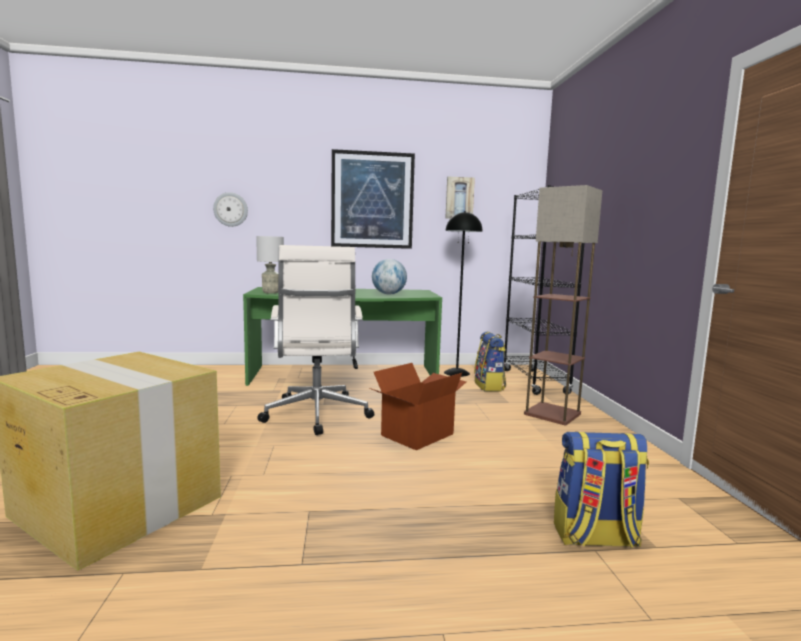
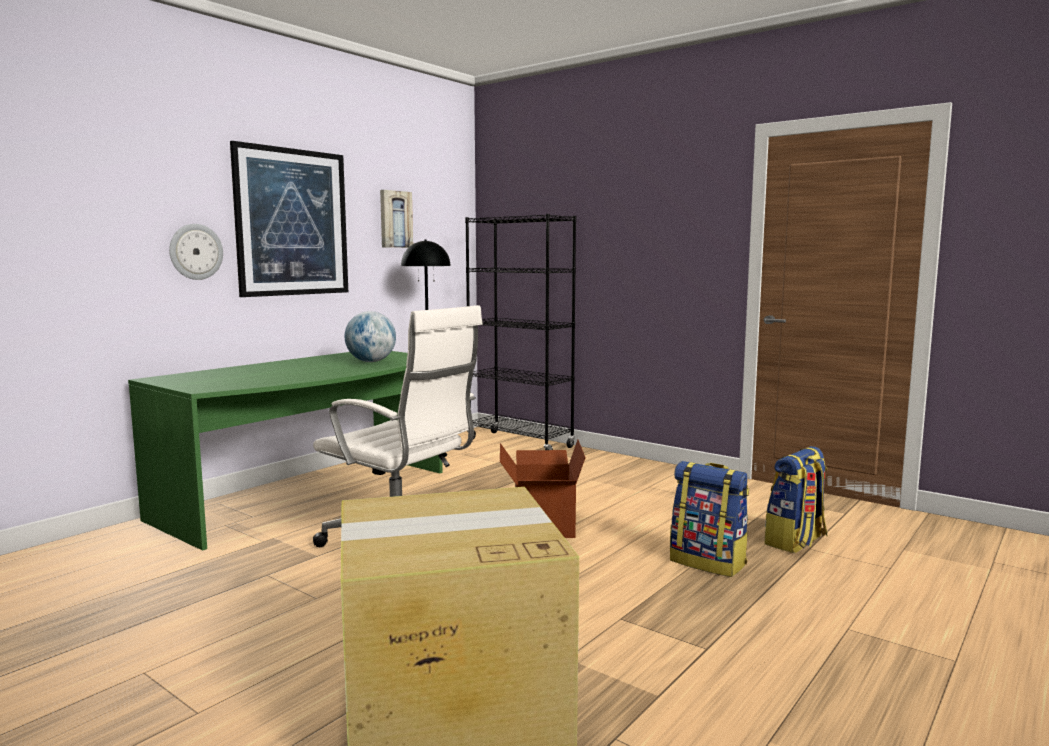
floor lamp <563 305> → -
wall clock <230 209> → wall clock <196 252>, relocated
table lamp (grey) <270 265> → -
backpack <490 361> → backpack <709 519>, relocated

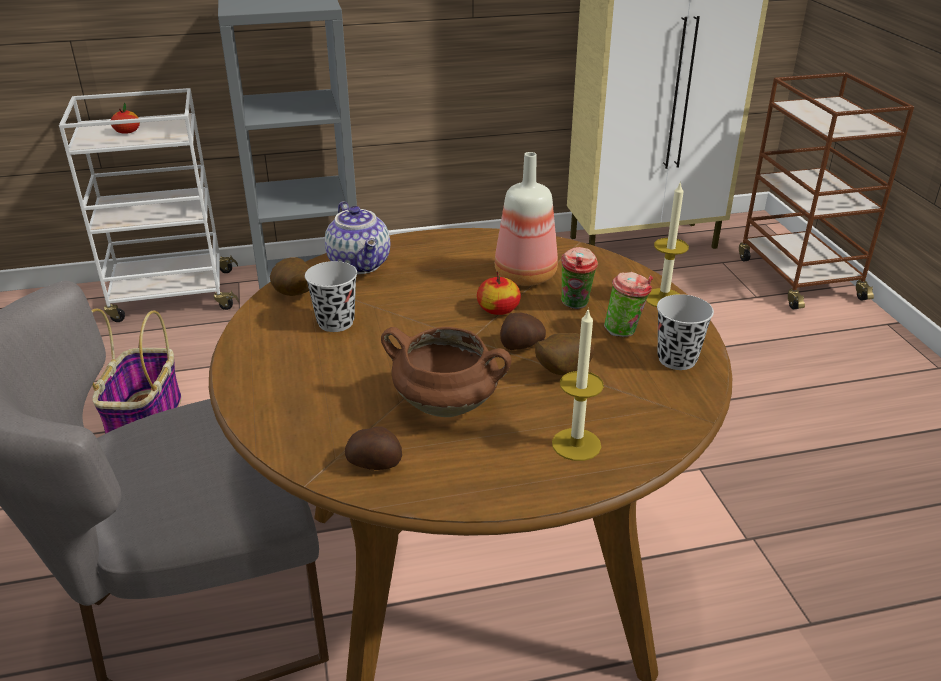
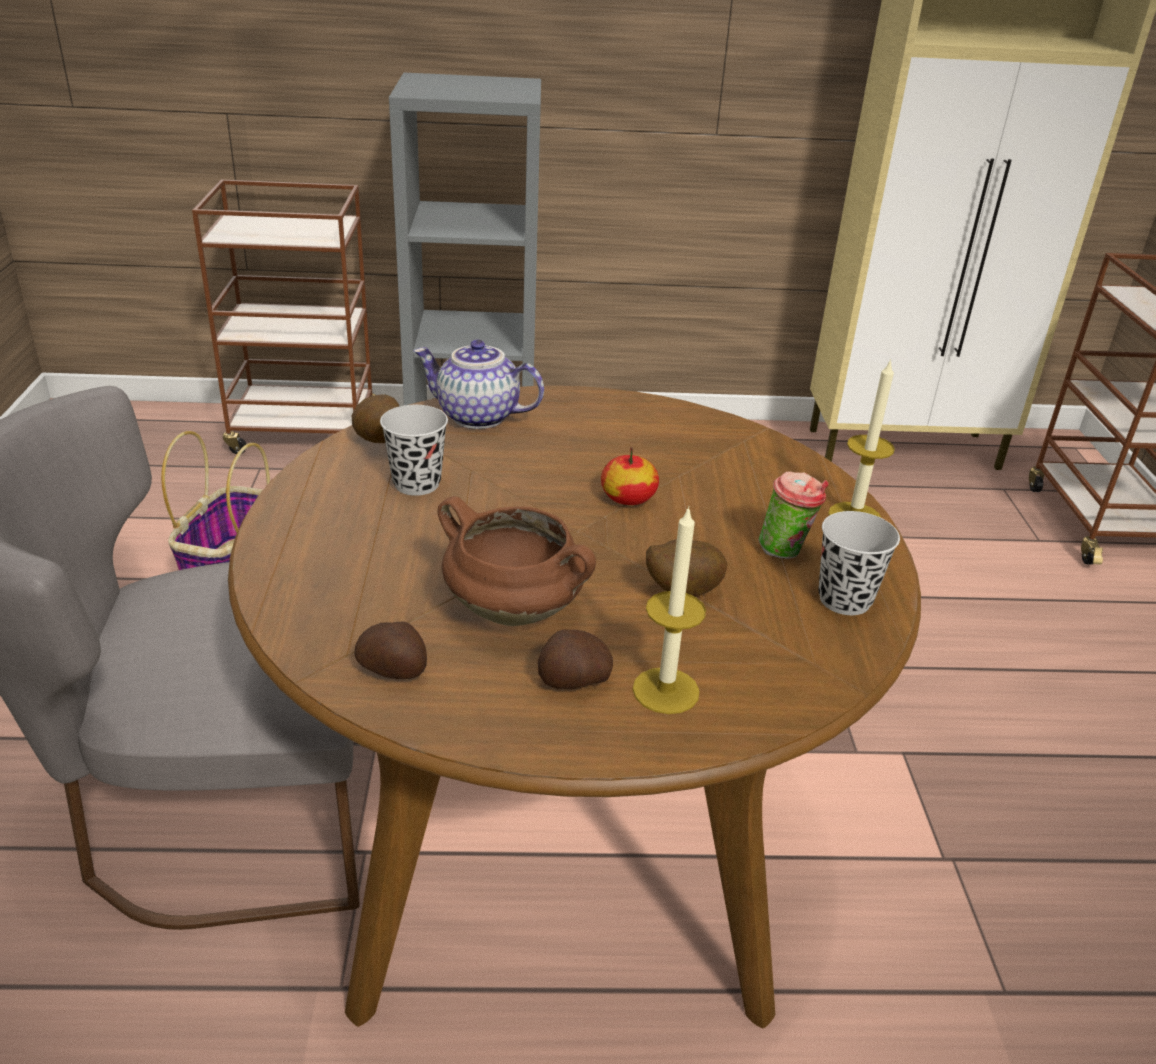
cart (white) <149 205> → cart (brown) <289 317>
apple <125 118> → -
bottle <526 219> → -
teapot <357 237> → teapot <478 384>, 120 degrees clockwise
cup <579 278> → -
potato <523 331> → potato <575 659>, relocated

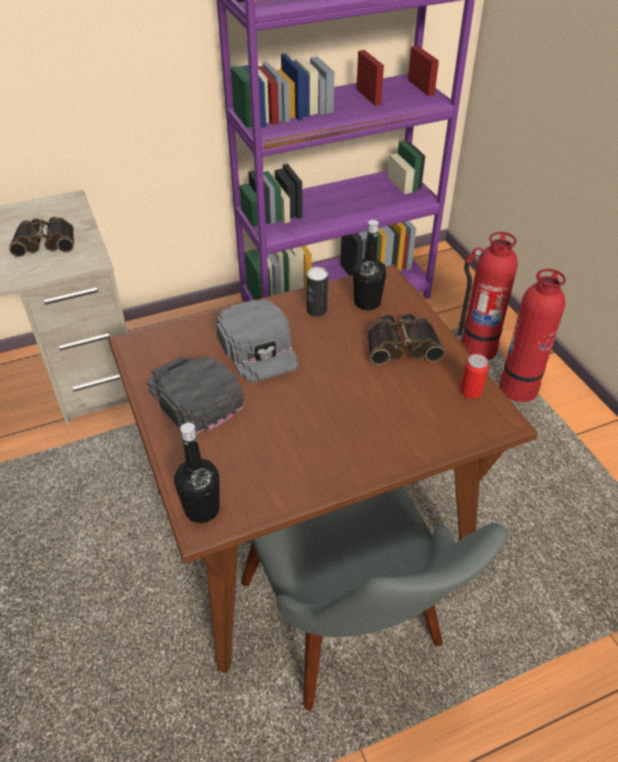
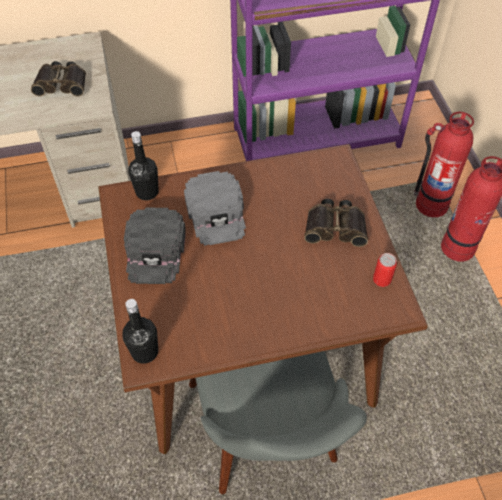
bottle (black) <369 265> → bottle (black) <143 165>, relocated
can <317 292> → -
cap (black) <195 395> → cap (black) <155 246>, 150 degrees counterclockwise

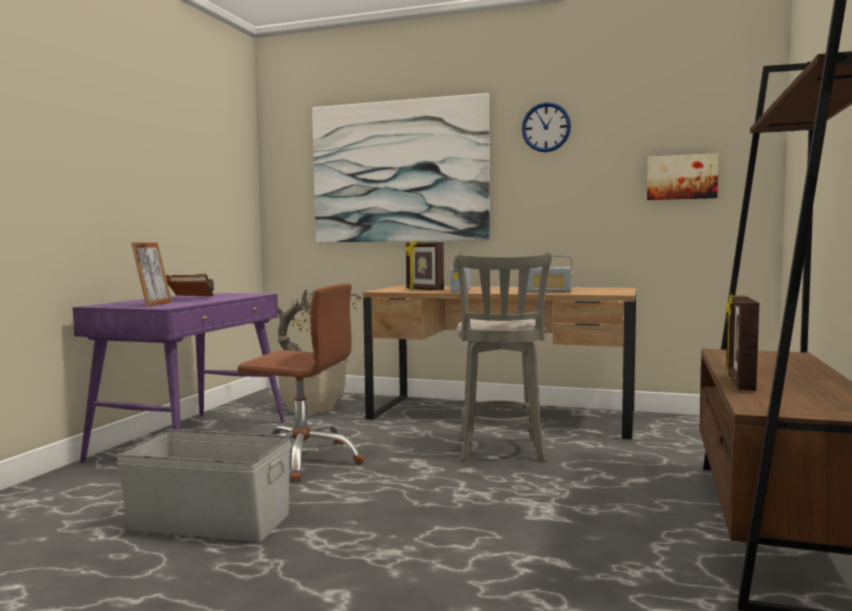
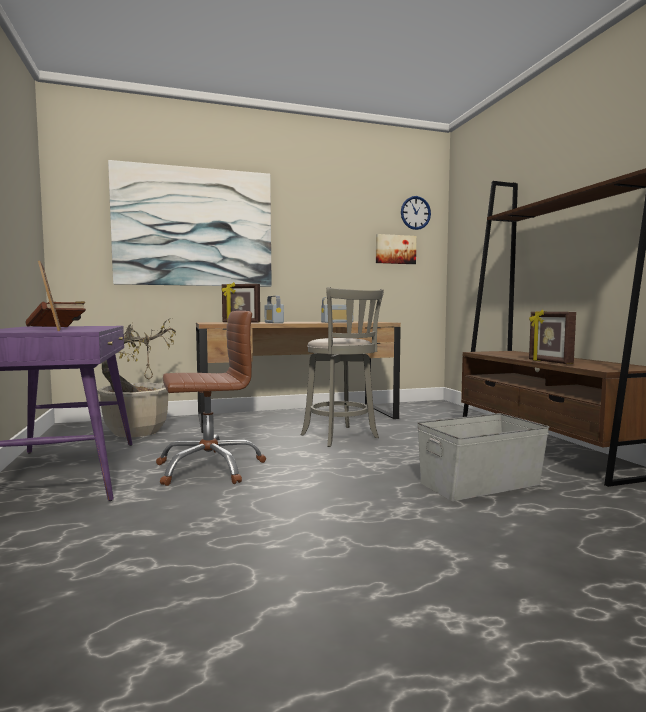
wall clock <546 127> → wall clock <416 213>, relocated
storage box (grey) <203 486> → storage box (grey) <483 457>, relocated

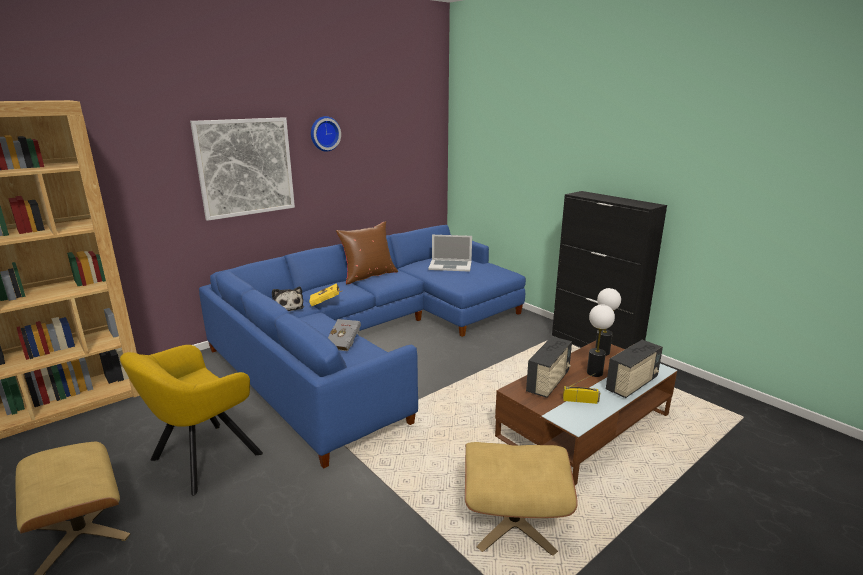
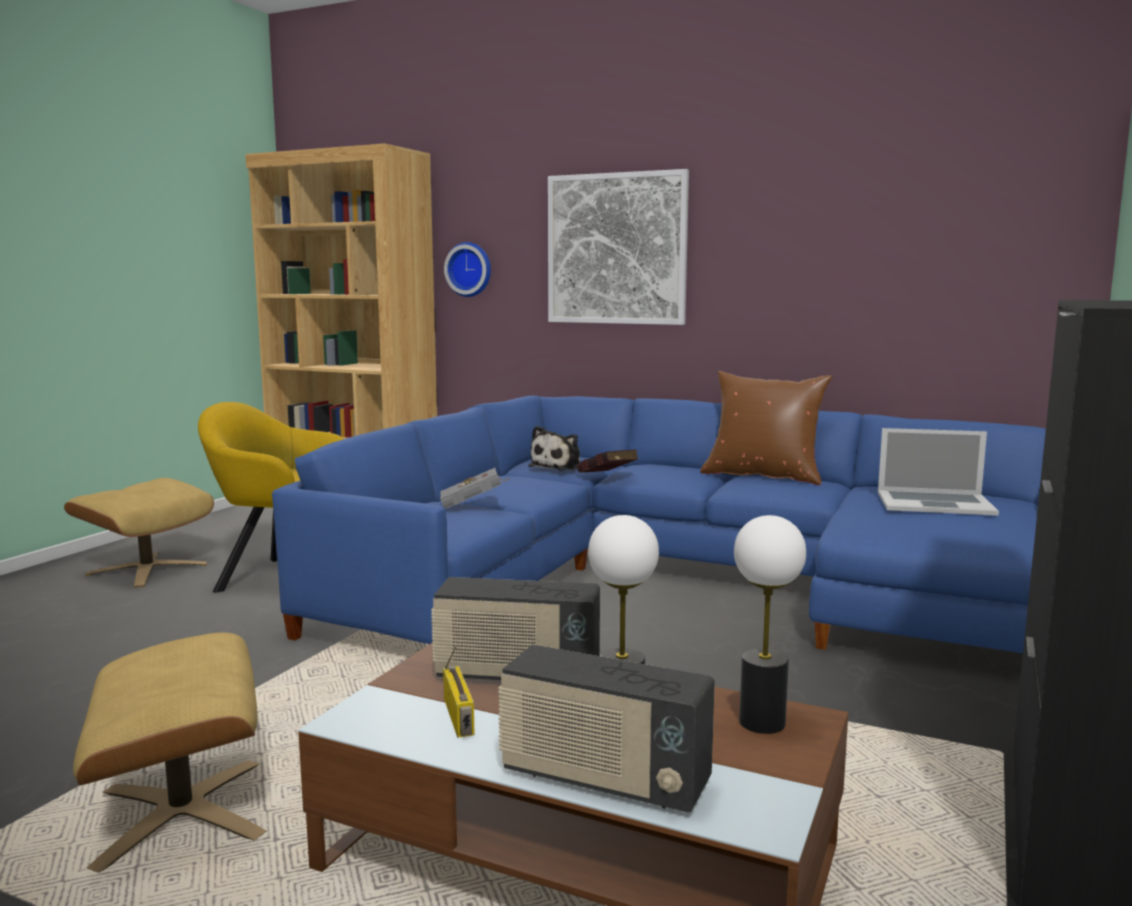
wall clock <326 134> → wall clock <467 269>, relocated
laptop <450 253> → laptop <938 472>, 60 degrees counterclockwise
book (yellow) <326 294> → book (red) <607 461>

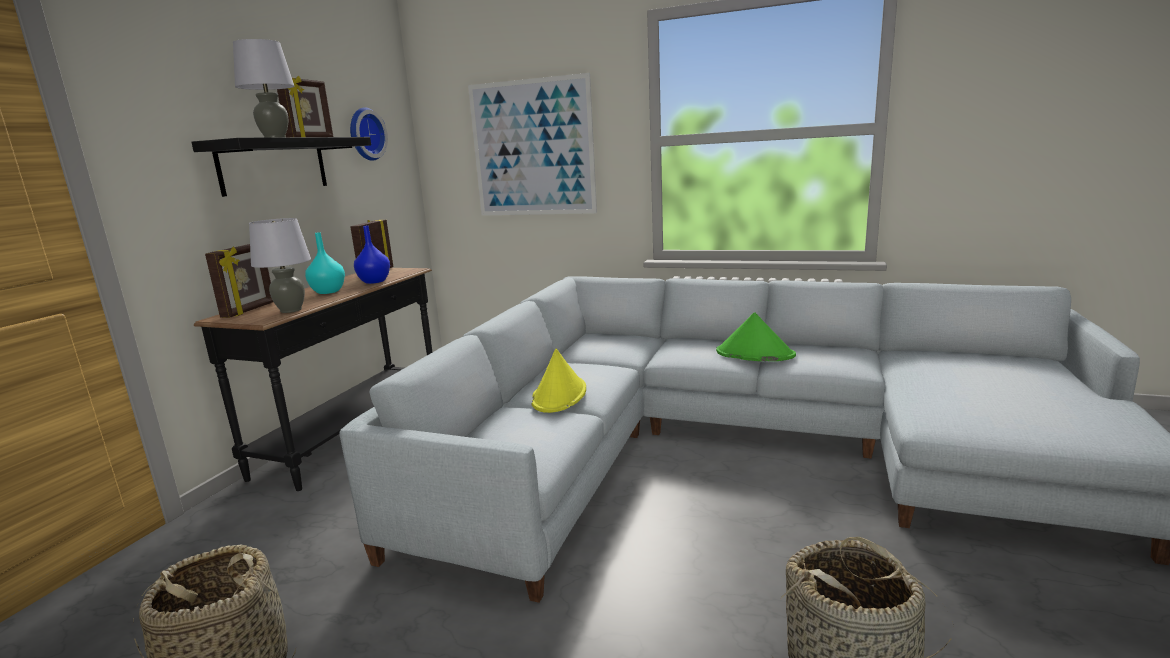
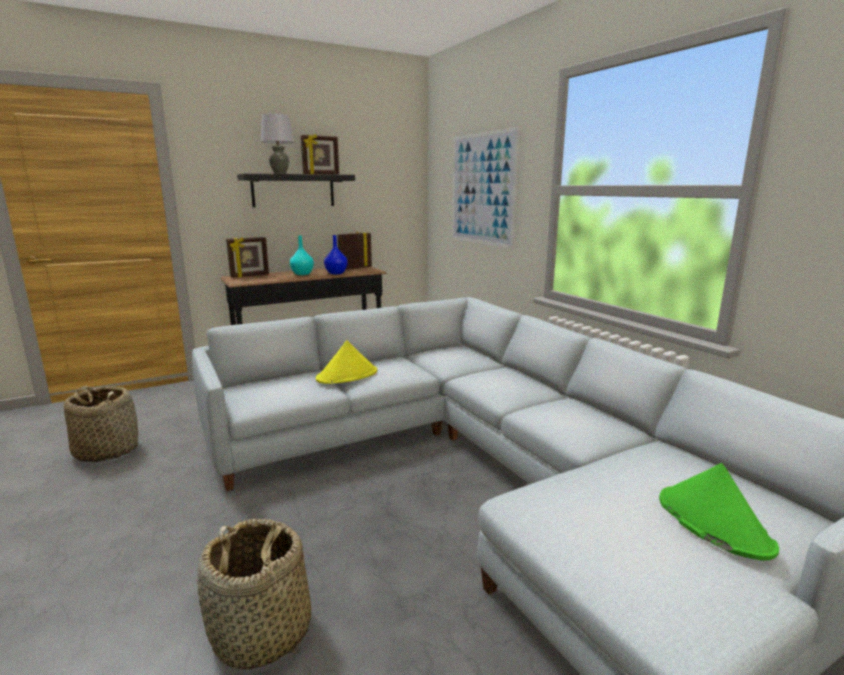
wall clock <369 134> → -
table lamp (grey) <280 265> → -
hat (green) <756 336> → hat (green) <719 512>, relocated

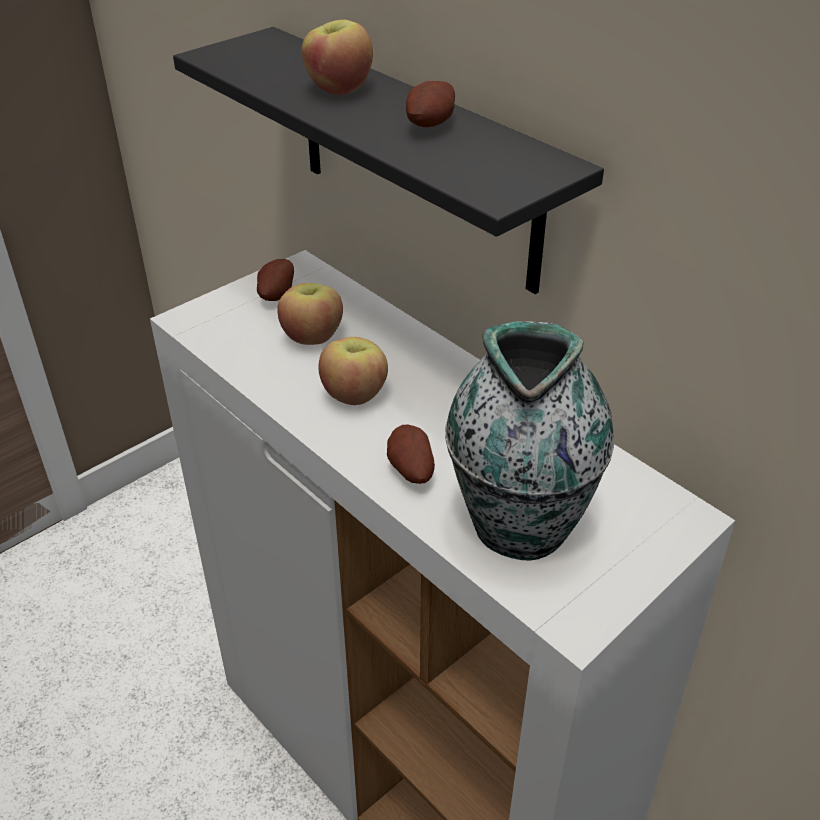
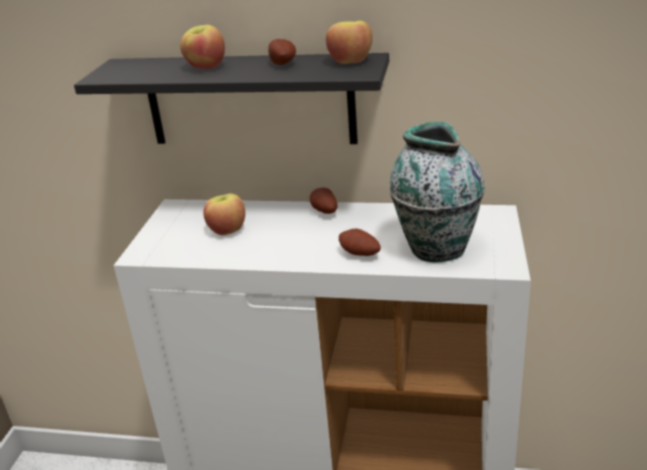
potato <275 280> → potato <323 201>, relocated
apple <353 371> → apple <349 42>, relocated

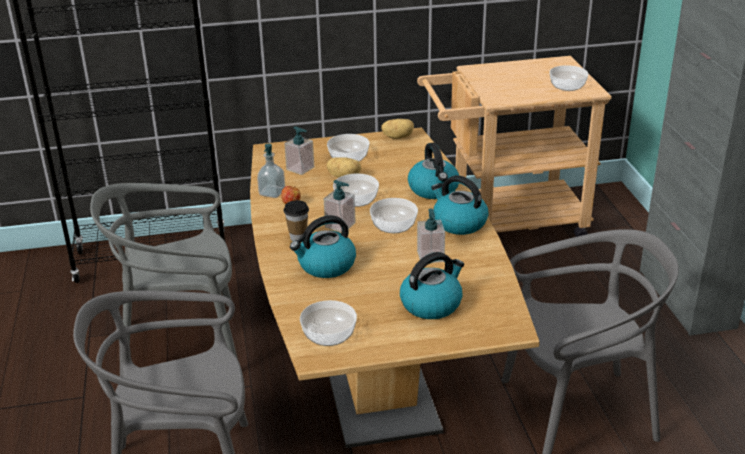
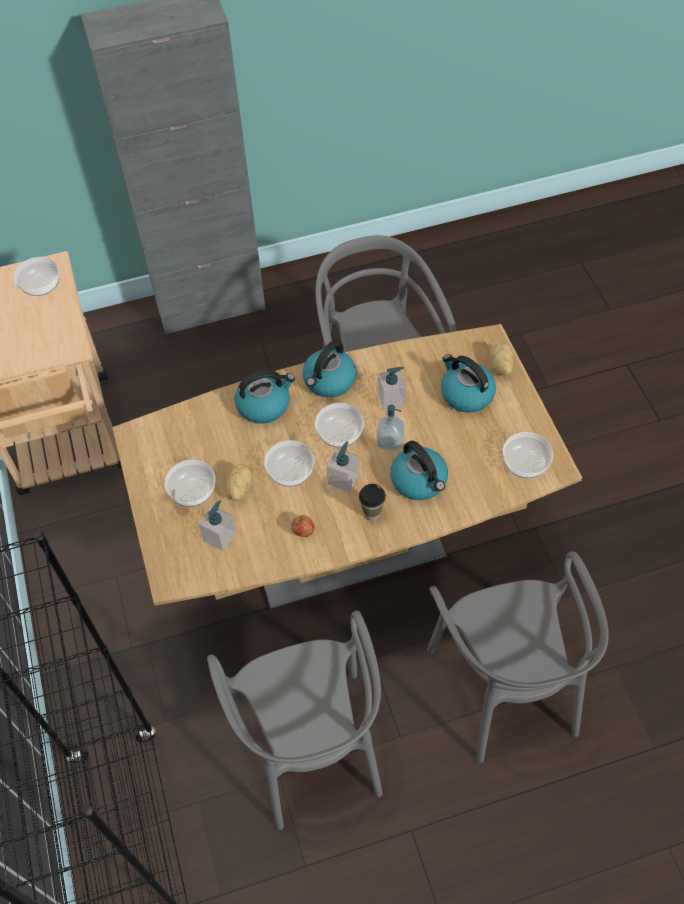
potato <397 129> → potato <502 359>, relocated
soap dispenser <271 170> → soap dispenser <391 428>, relocated

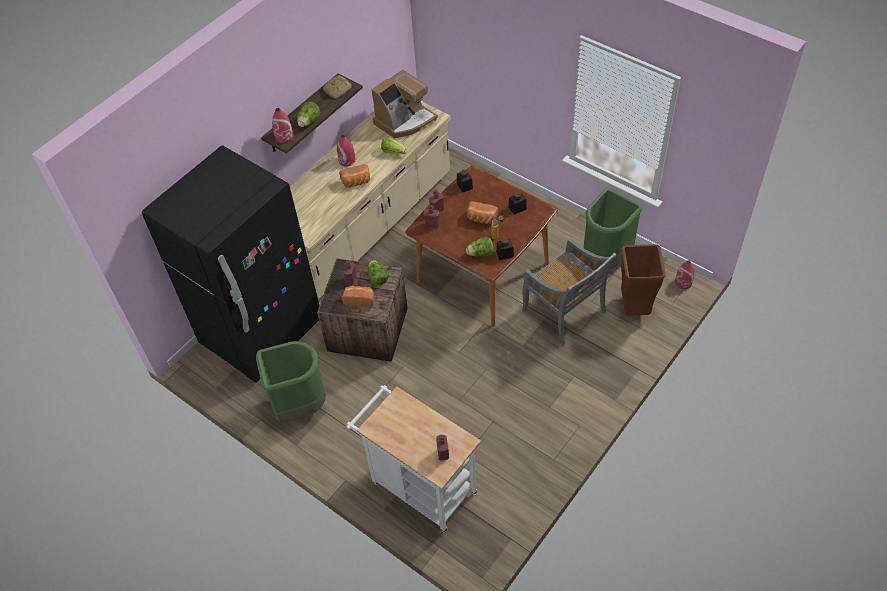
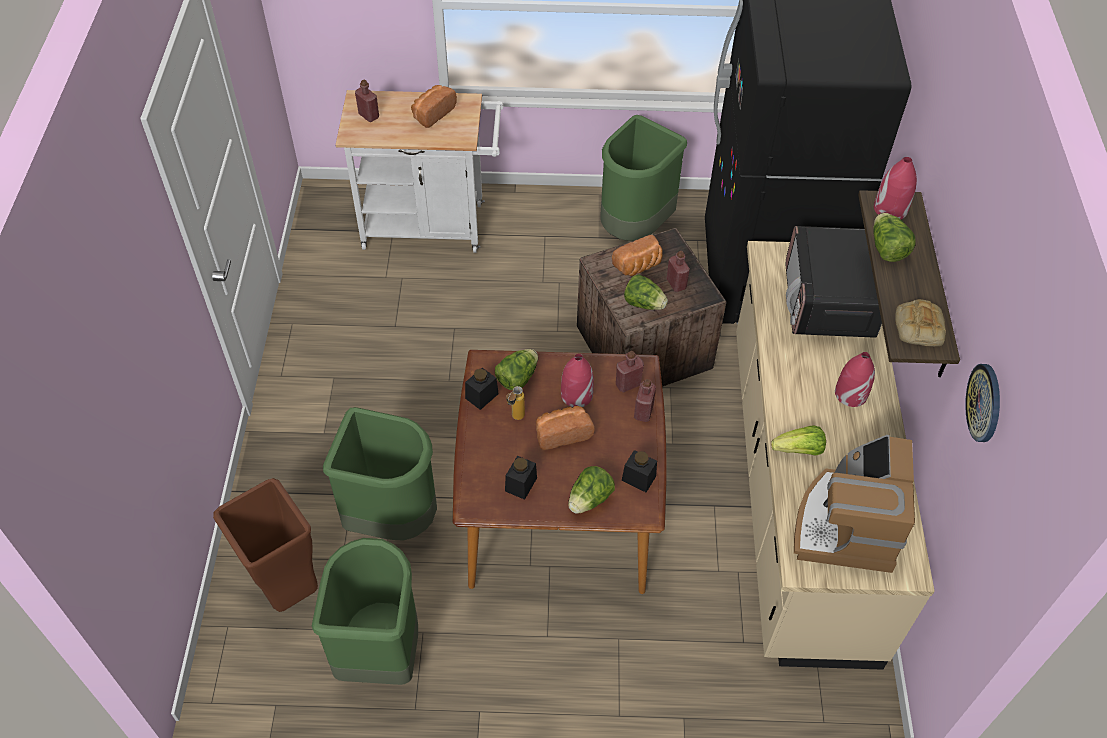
bread <354 176> → bread <434 106>, relocated
chair (grey) <569 292> → trash can (green) <380 473>
vase (red) <684 275> → vase (red) <577 380>, relocated
- → microwave <834 282>
- → wall clock <982 403>
- → lettuce <591 490>

